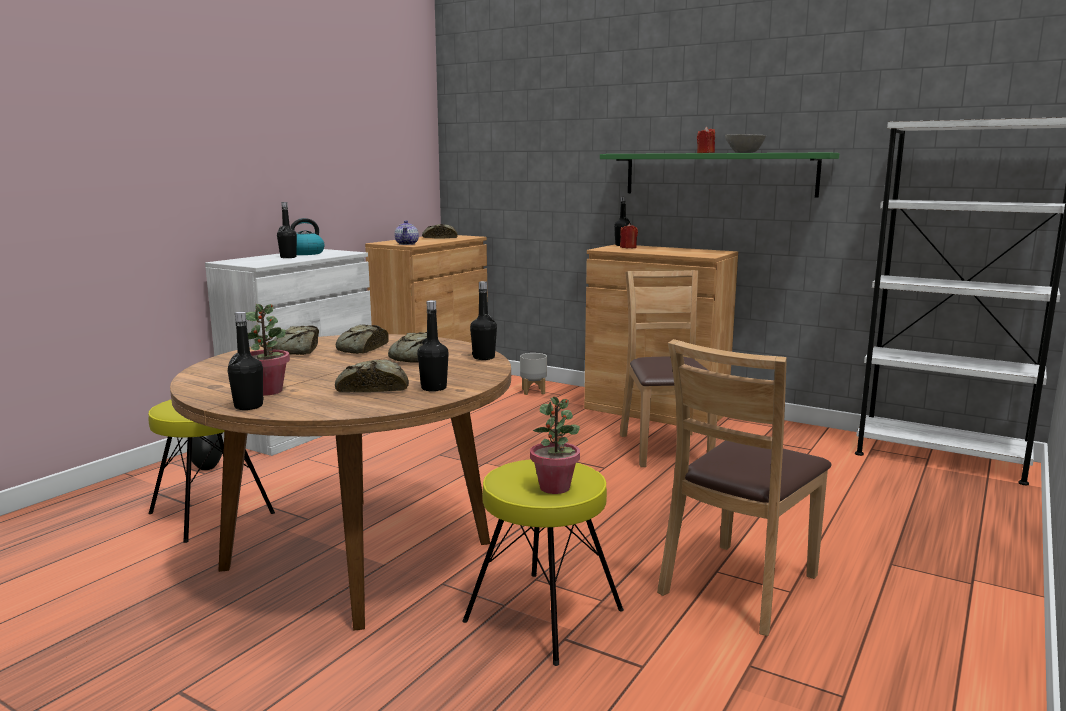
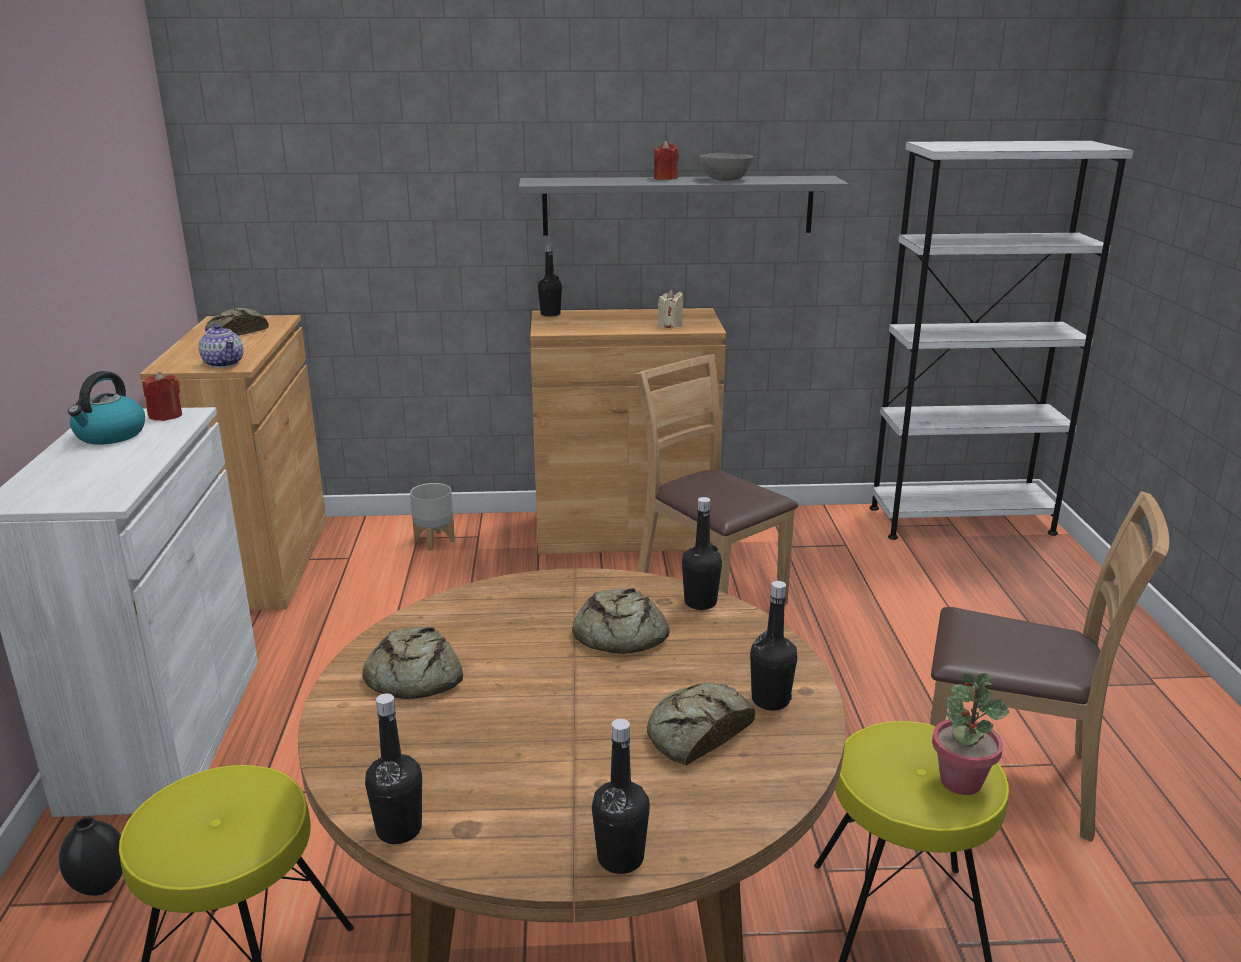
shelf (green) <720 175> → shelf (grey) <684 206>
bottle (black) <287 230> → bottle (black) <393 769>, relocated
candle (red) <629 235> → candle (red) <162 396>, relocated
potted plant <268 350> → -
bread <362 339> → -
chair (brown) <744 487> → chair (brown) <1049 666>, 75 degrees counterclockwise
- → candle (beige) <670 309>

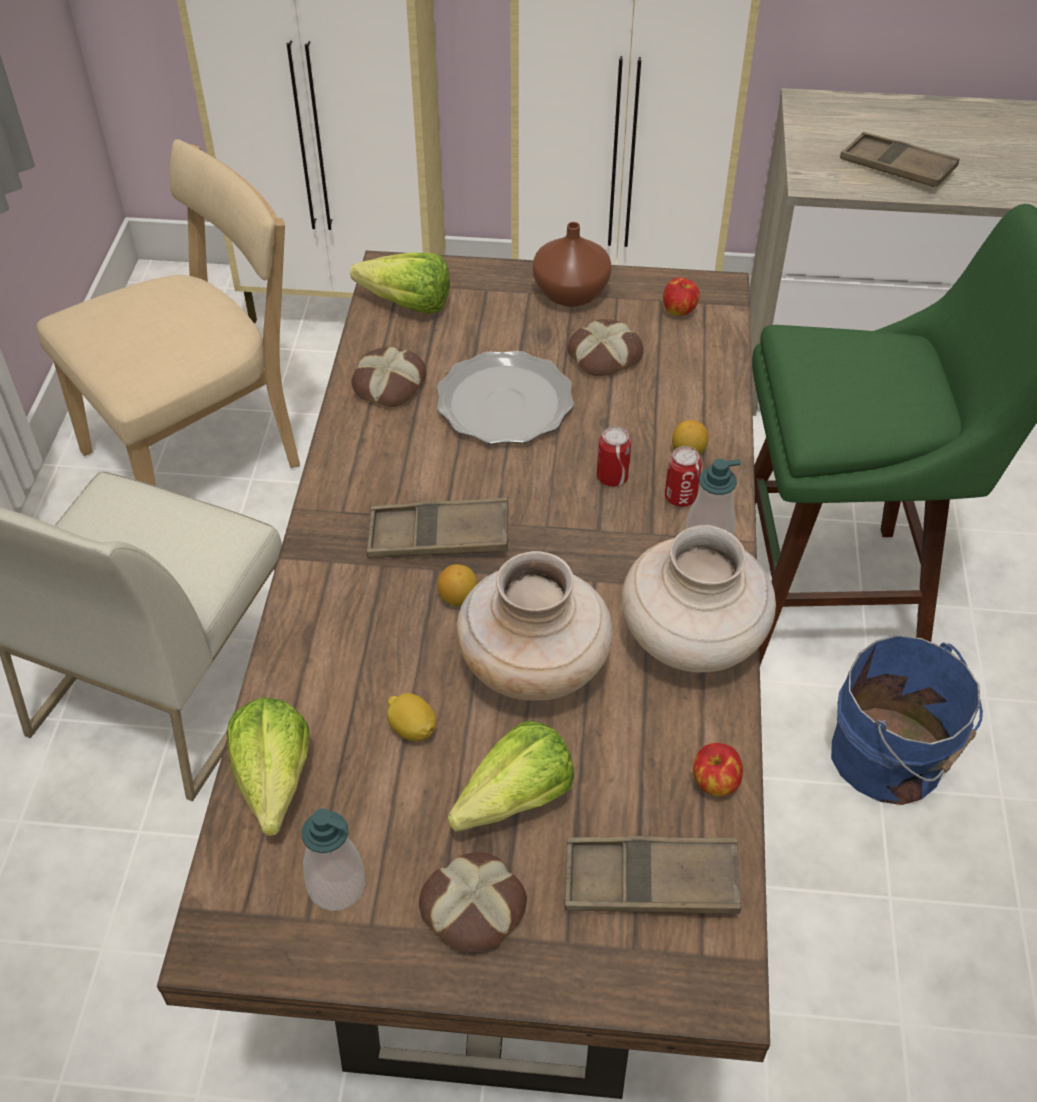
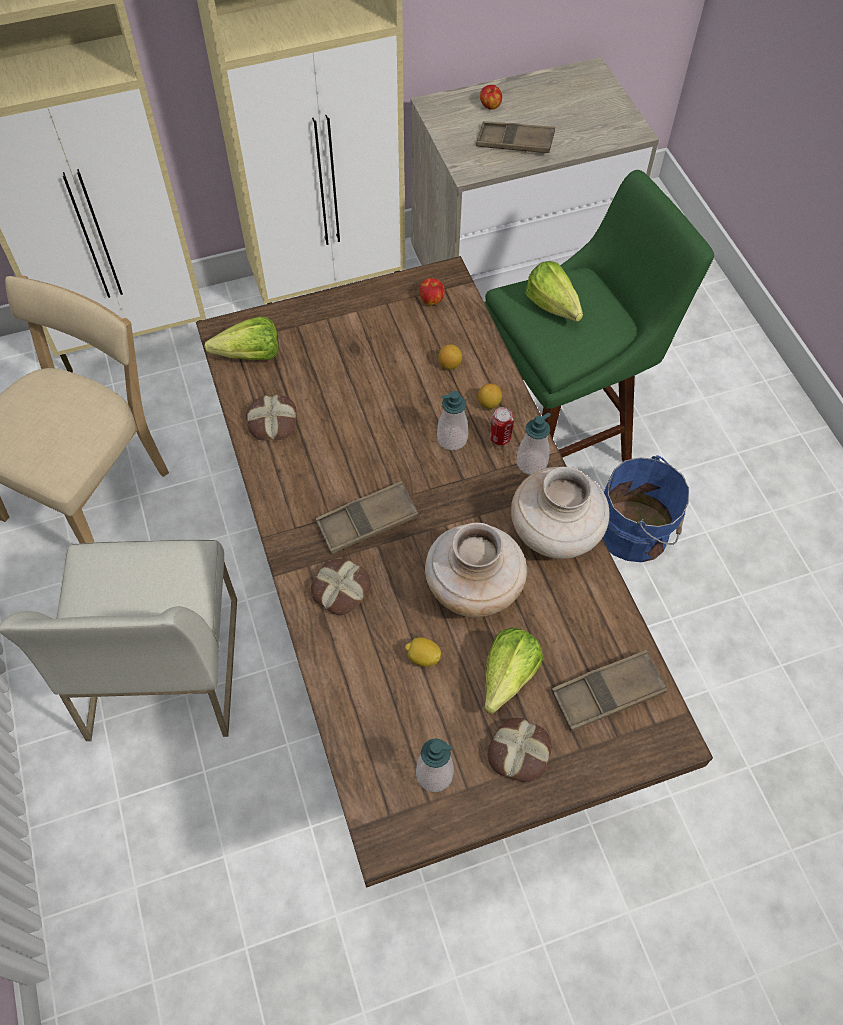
vase (brown) <572 264> → -
bread <605 347> → bread <341 587>, relocated
plate <505 397> → -
can <614 456> → soap dispenser <452 420>
lemon <457 585> → lemon <450 357>, relocated
lettuce <268 766> → lettuce <554 291>, relocated
apple <718 769> → apple <491 97>, relocated

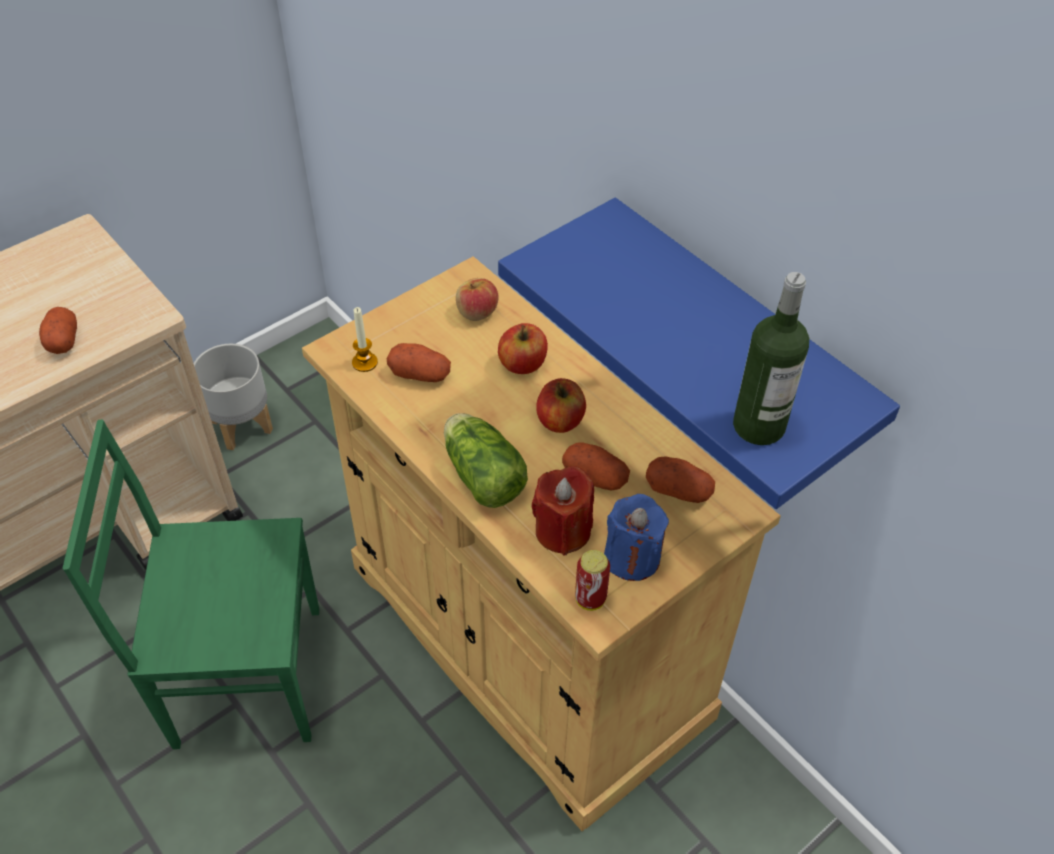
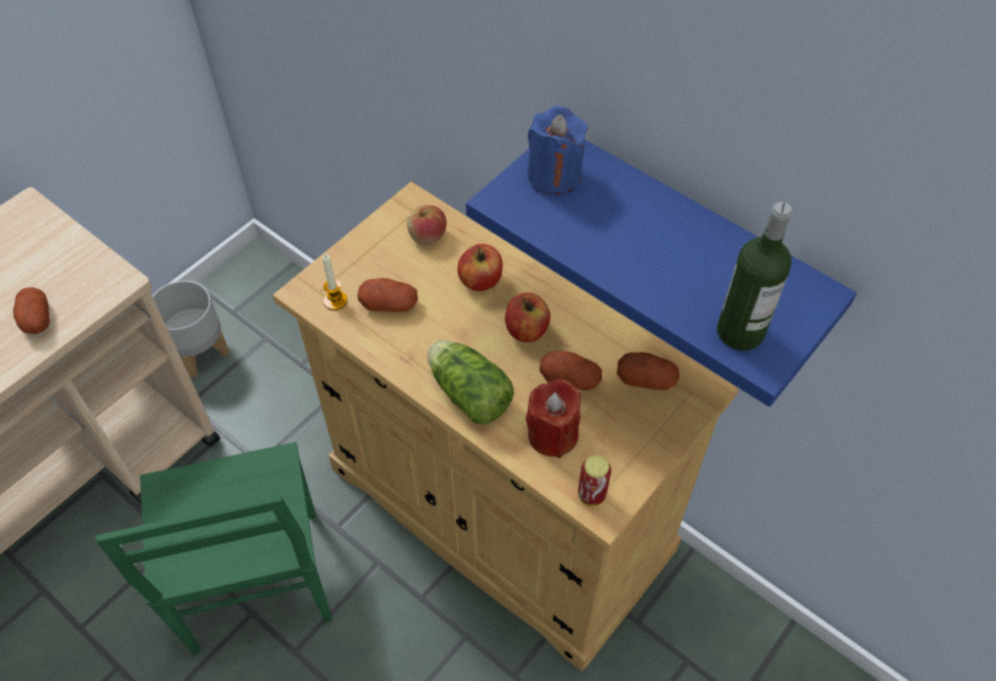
chair (green) <191 584> → chair (green) <214 548>, 90 degrees counterclockwise
candle (blue) <636 537> → candle (blue) <557 150>, relocated

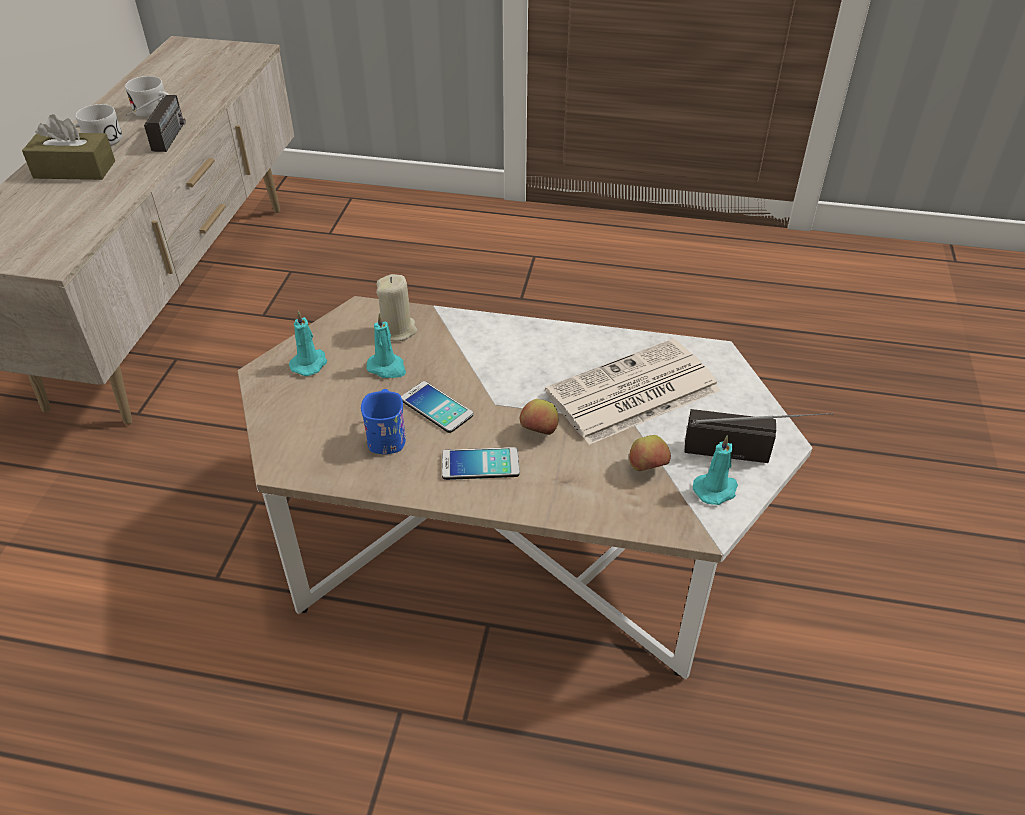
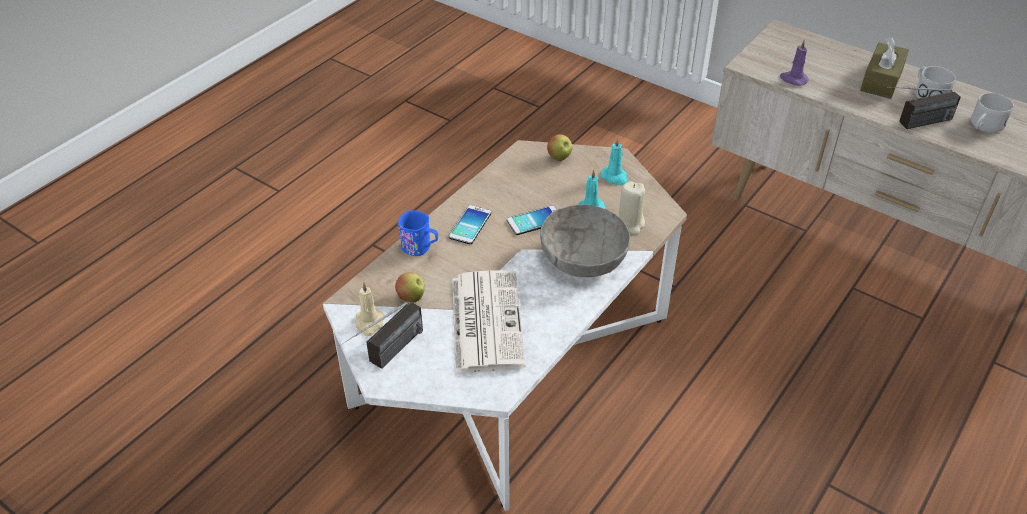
radio <156 123> → radio <924 107>, 45 degrees counterclockwise
mug (blue) <383 421> → mug (blue) <418 233>, relocated
apple <539 417> → apple <559 147>, relocated
candle (turquoise) <715 470> → candle (beige) <370 309>
- → candle (purple) <794 63>
- → bowl (grey) <585 240>

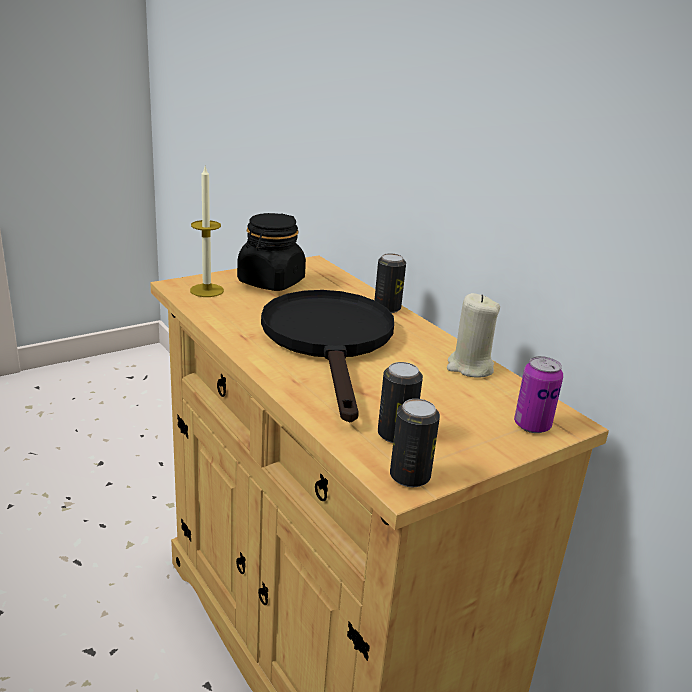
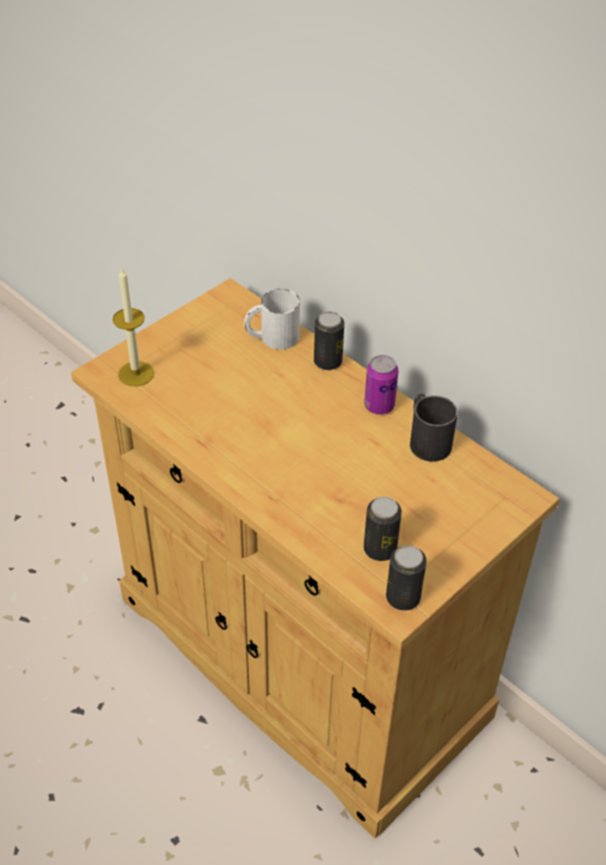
jar (black) <271 252> → -
frying pan (black) <327 356> → -
candle (beige) <473 335> → mug (black) <434 428>
can <538 394> → can <381 385>, relocated
- → mug (white) <272 319>

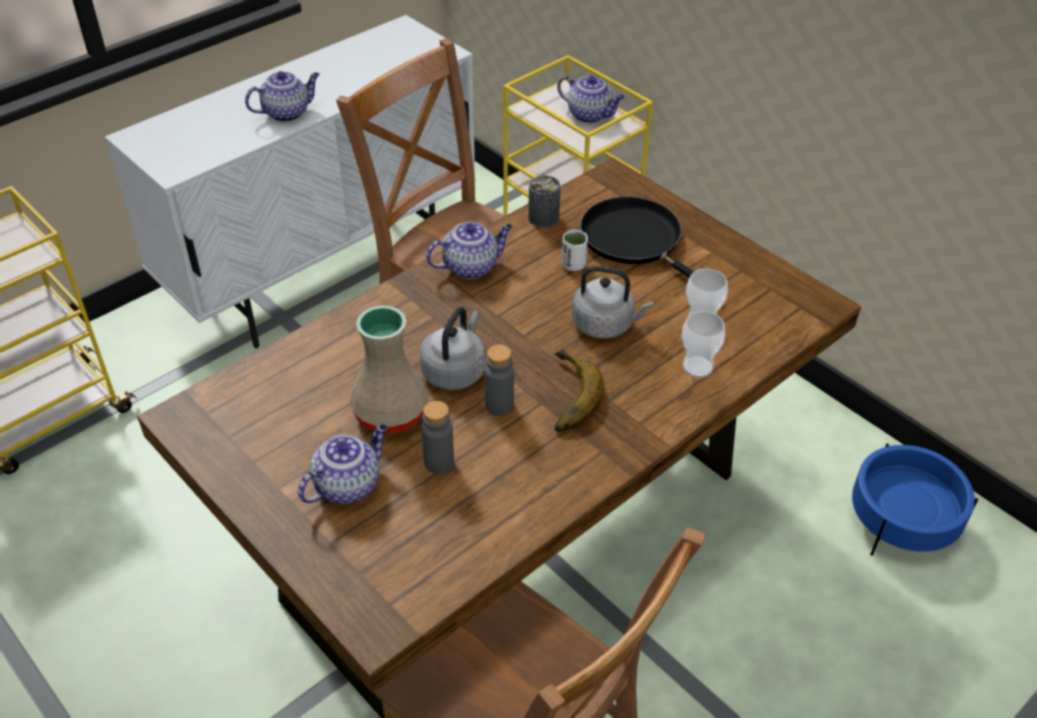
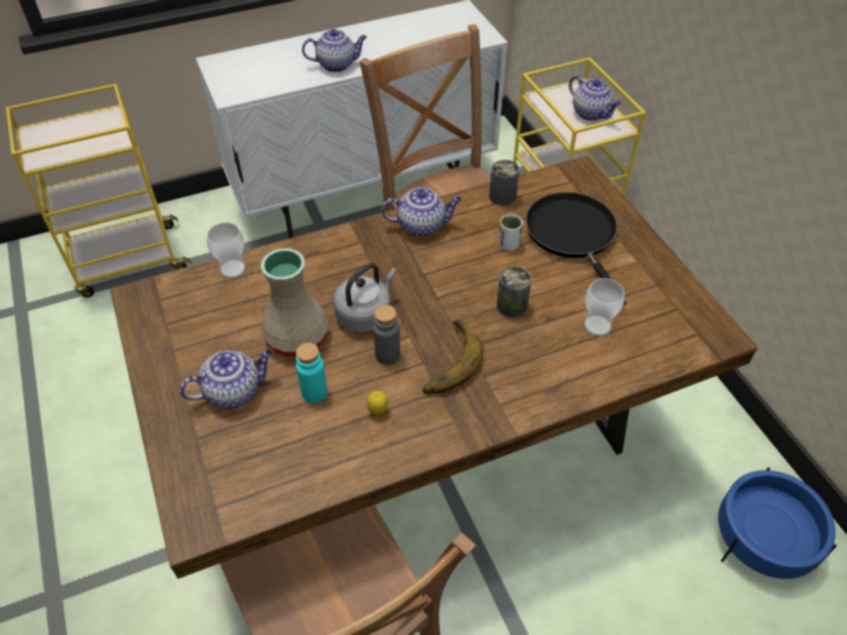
kettle (grey) <612 302> → can <514 292>
cup <703 344> → cup <226 250>, relocated
bottle (grey) <437 437> → bottle (turquoise) <312 373>
- → lemon <377 403>

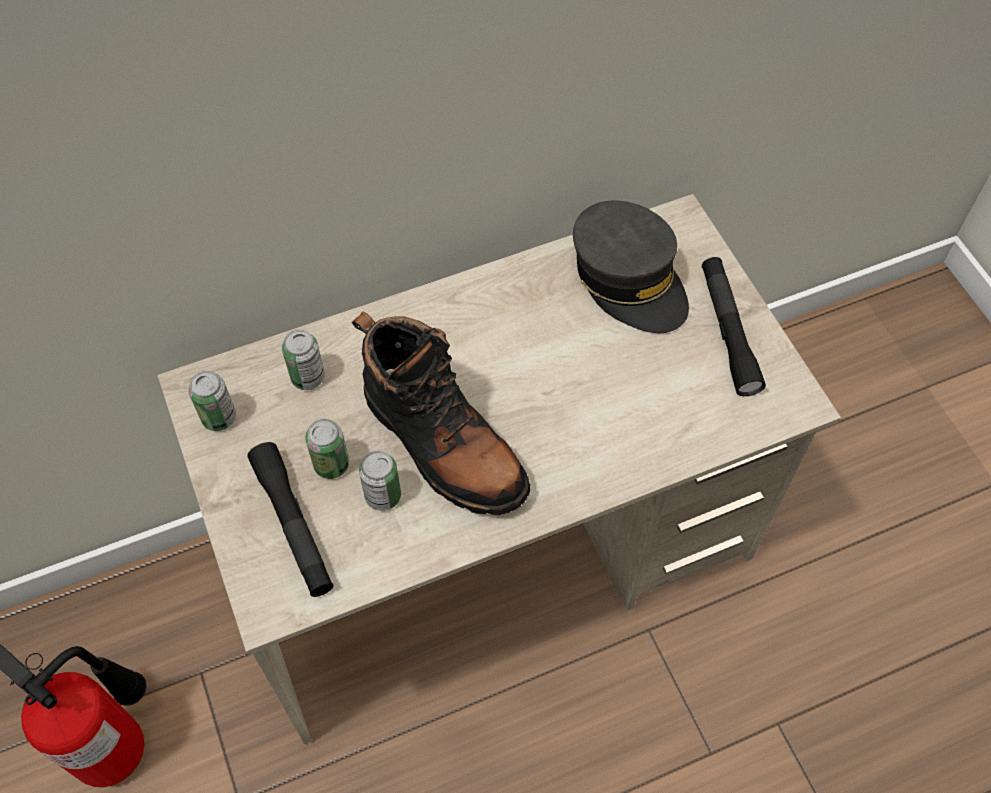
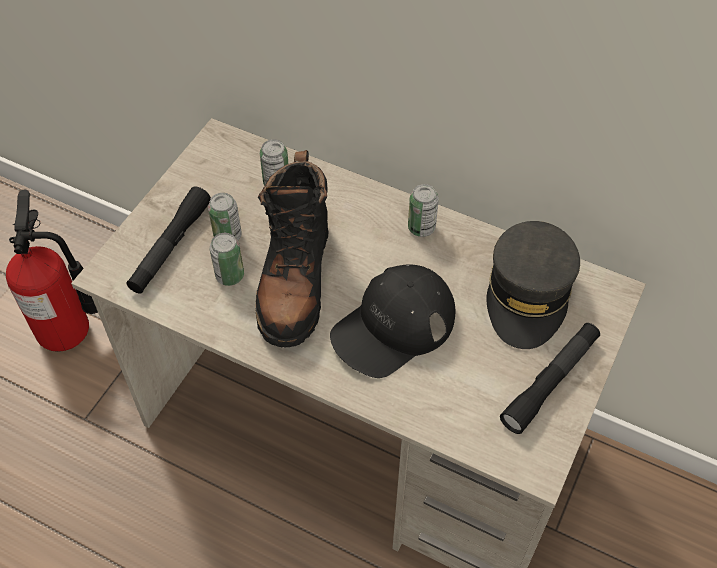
can <212 401> → can <423 210>, relocated
- → cap (black) <392 321>

